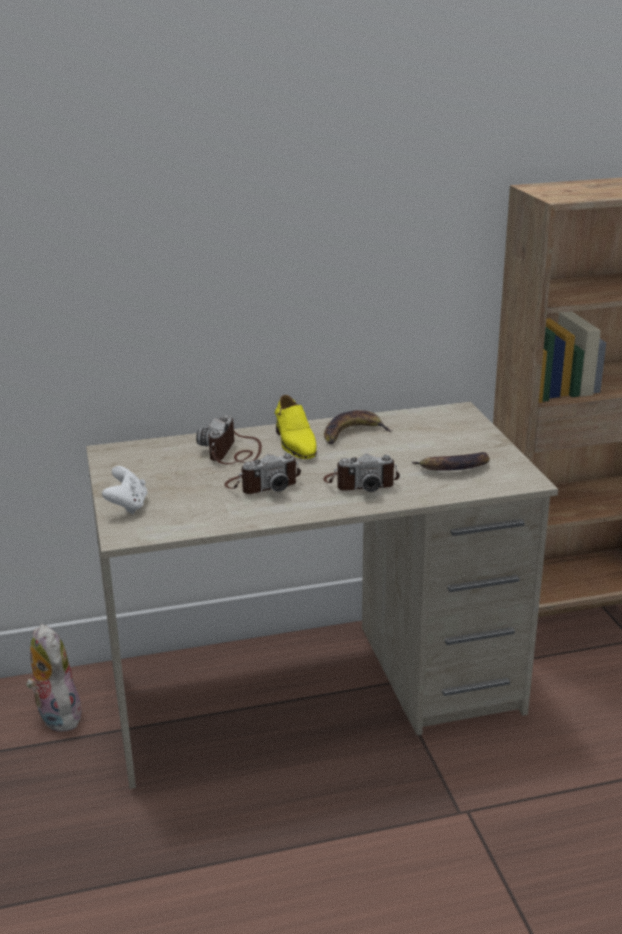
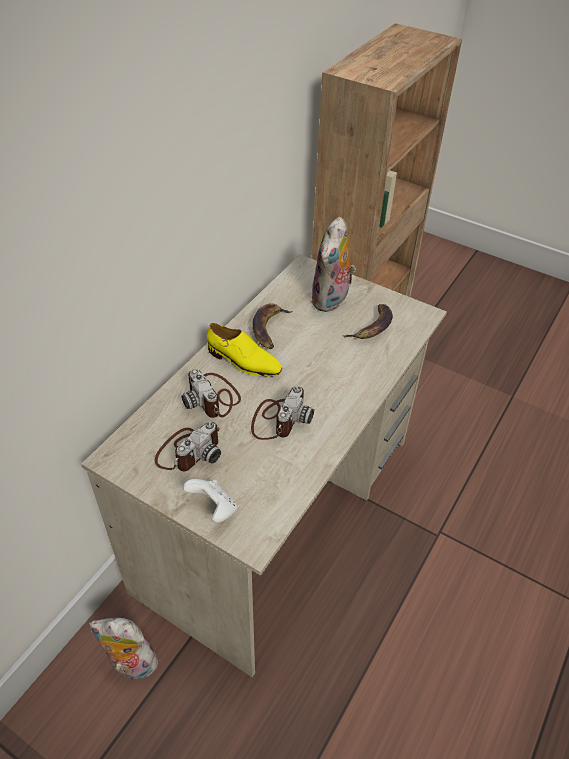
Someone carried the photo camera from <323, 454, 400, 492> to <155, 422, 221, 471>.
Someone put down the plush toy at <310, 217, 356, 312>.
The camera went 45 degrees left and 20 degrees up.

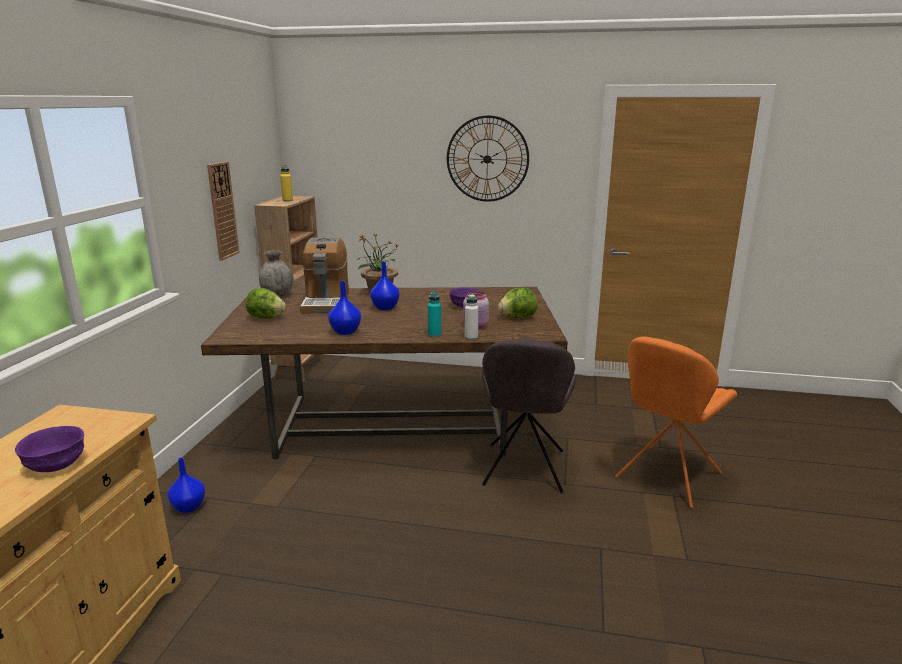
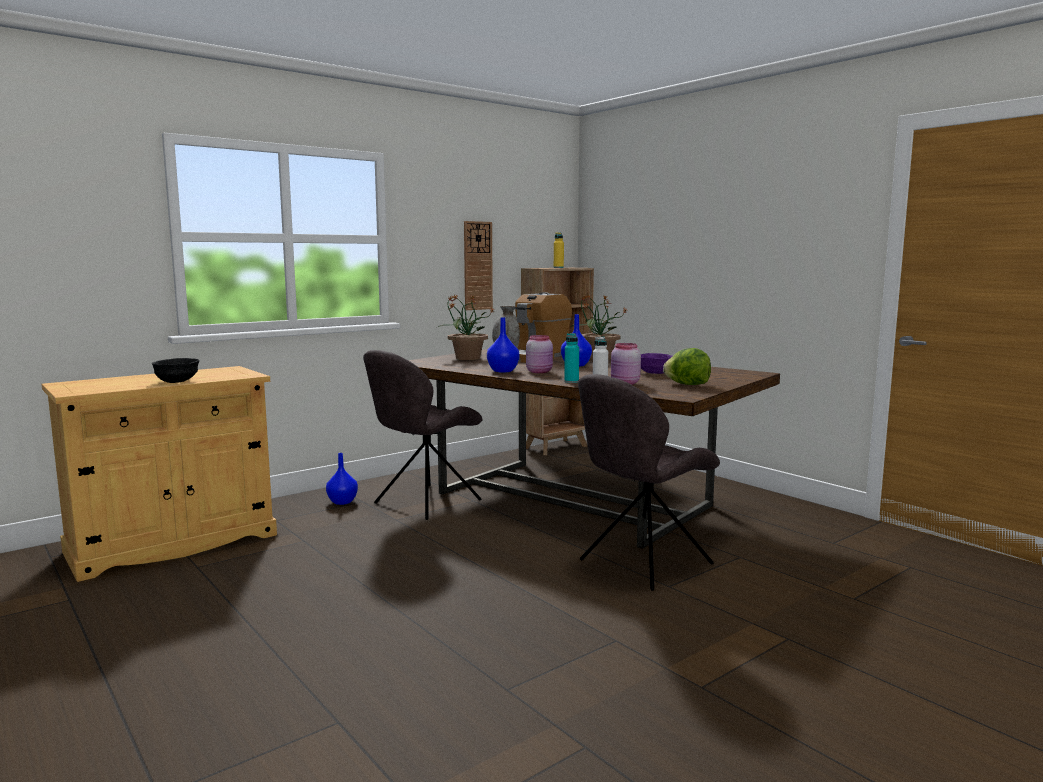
Someone repainted the purple bowl at <15, 426, 84, 472>, which became the black bowl at <152, 358, 199, 383>.
Someone put down the grey chair at <363, 350, 483, 520>.
Someone swapped the lettuce at <246, 288, 286, 318> for the potted plant at <438, 295, 494, 360>.
Someone put down the pink jar at <526, 335, 553, 373>.
Someone took away the wall clock at <447, 115, 529, 202>.
Someone took away the orange chair at <615, 337, 737, 508>.
The camera went 40 degrees right and 10 degrees down.

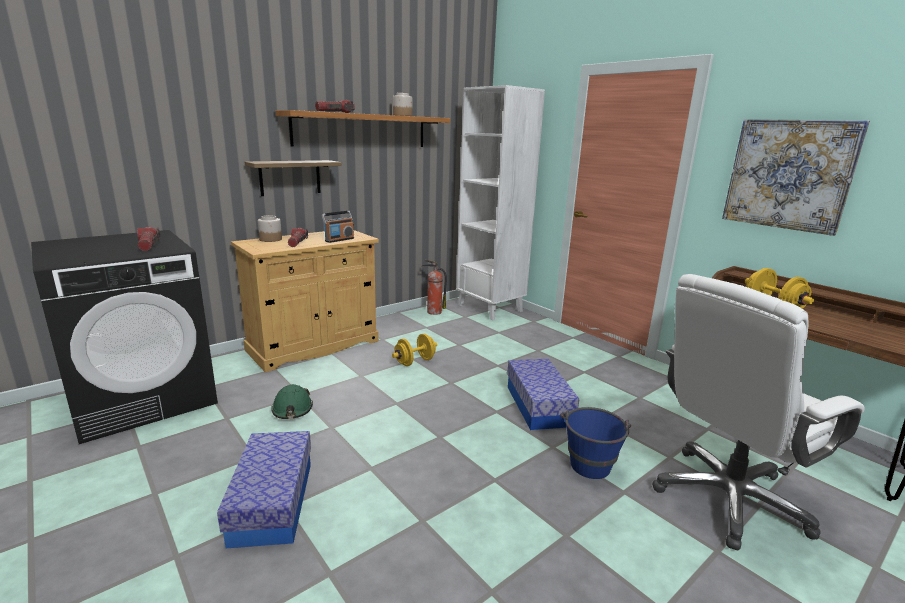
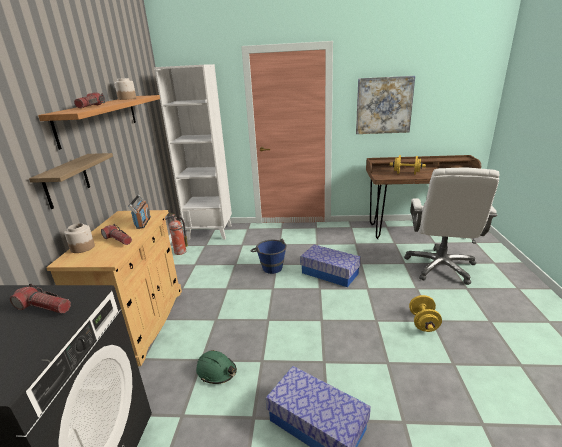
Someone carried the blue bucket from <560, 407, 631, 479> to <251, 238, 287, 274>.
Someone carried the yellow dumbbell from <392, 334, 437, 366> to <409, 295, 442, 332>.
The camera went 45 degrees left and 5 degrees up.

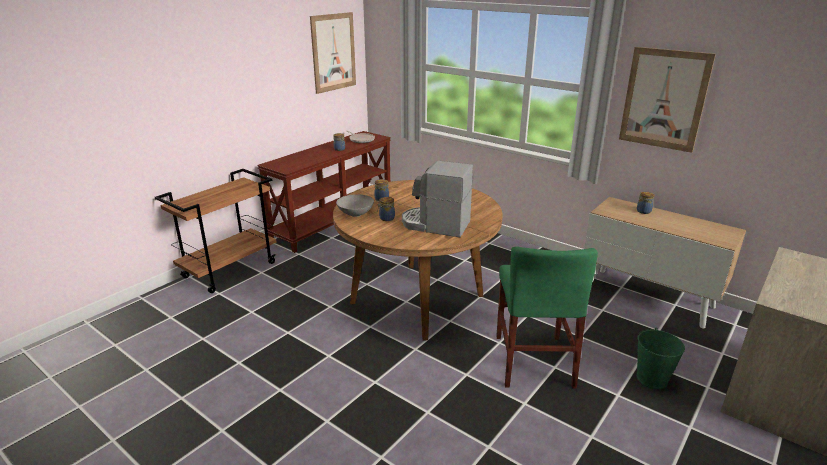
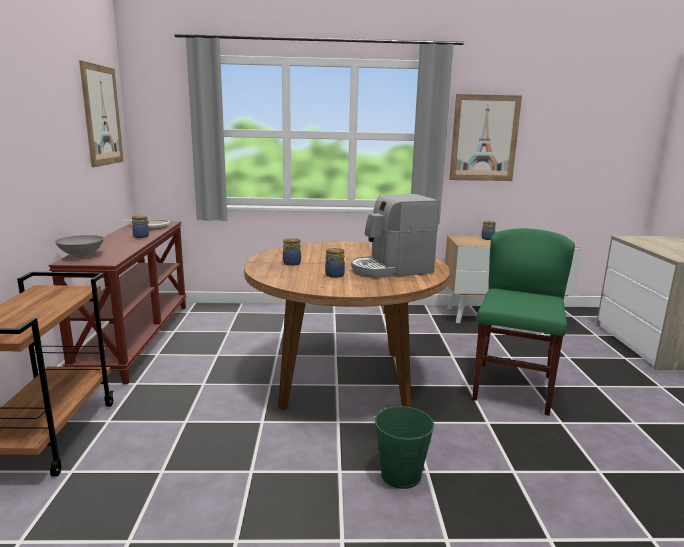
Someone carried the grey bowl from <336, 194, 374, 217> to <55, 235, 104, 257>.
Someone carried the green bucket from <637, 328, 685, 389> to <374, 405, 434, 489>.
Someone rotated the green chair at <496, 246, 598, 388> by 120 degrees counterclockwise.
The camera went 40 degrees left and 10 degrees down.

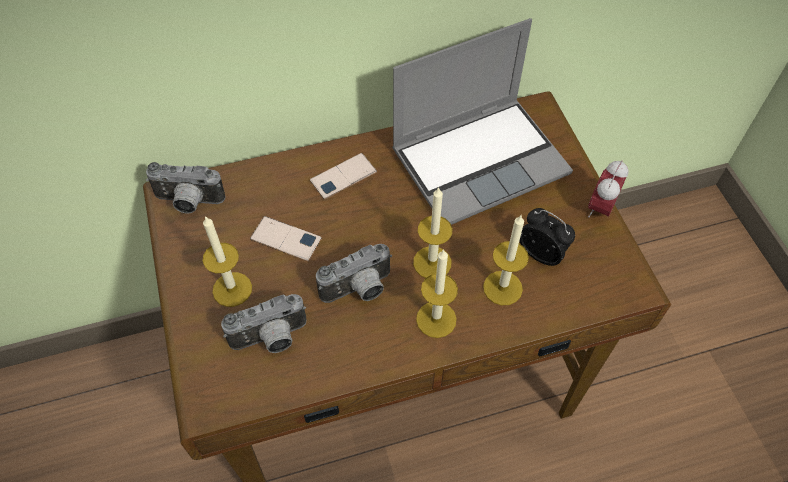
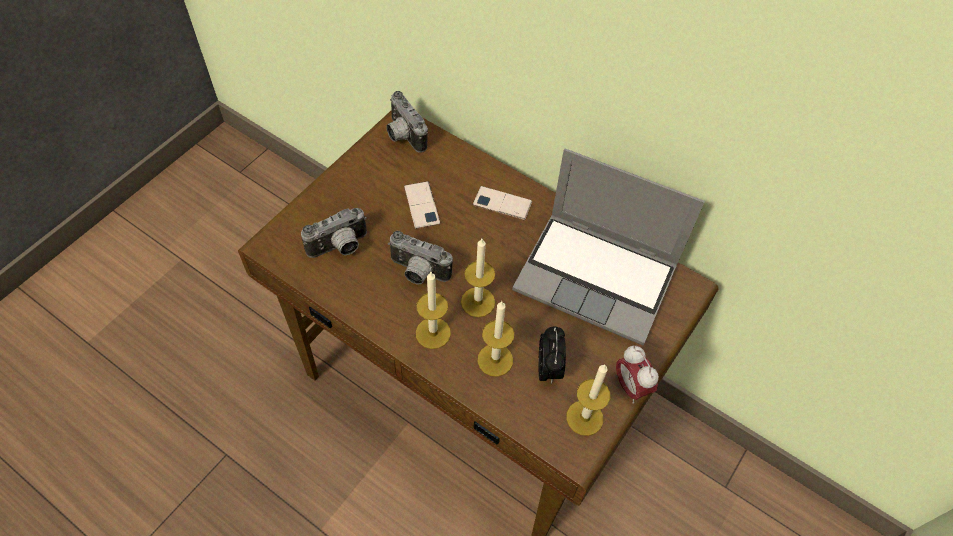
Someone rotated the photo camera at <221, 294, 306, 353> by 60 degrees counterclockwise.
Someone carried the candle from <203, 216, 252, 307> to <566, 365, 610, 436>.
Someone rotated the alarm clock at <588, 160, 629, 217> by 105 degrees counterclockwise.
The camera went 50 degrees right and 0 degrees up.

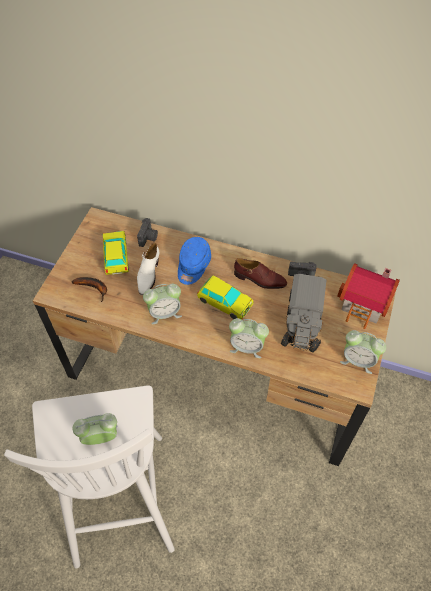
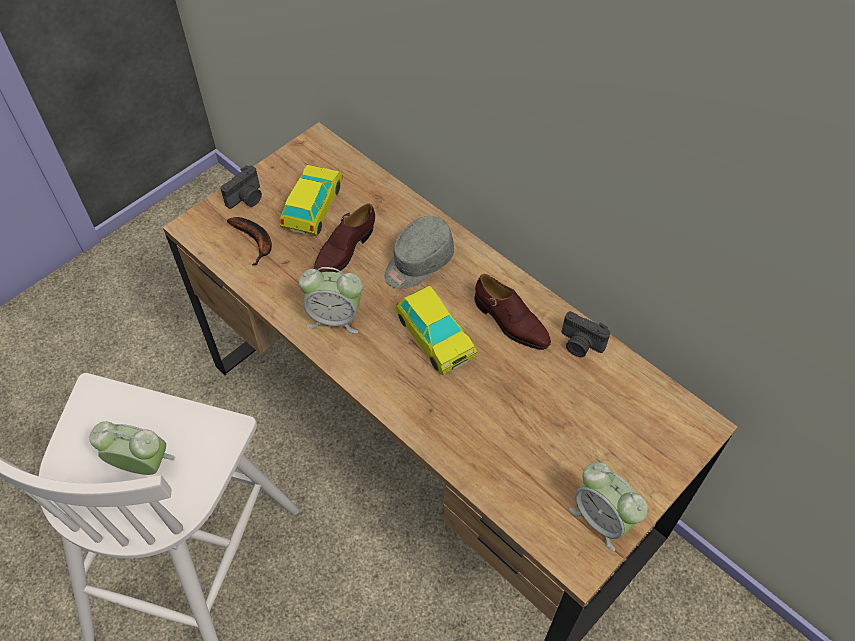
Someone carried the photo camera from <137, 218, 158, 247> to <221, 165, 262, 209>.
Someone repainted the white shoe at <137, 243, 159, 295>, which became the brown shoe at <314, 203, 375, 273>.
Someone repainted the blue cap at <178, 237, 211, 285>, which became the grey cap at <385, 216, 454, 289>.
Someone took away the alarm clock at <229, 318, 269, 358>.
Someone took away the toy truck at <281, 274, 326, 353>.
Someone took away the toy house at <337, 263, 400, 329>.
The camera went 25 degrees right and 0 degrees up.

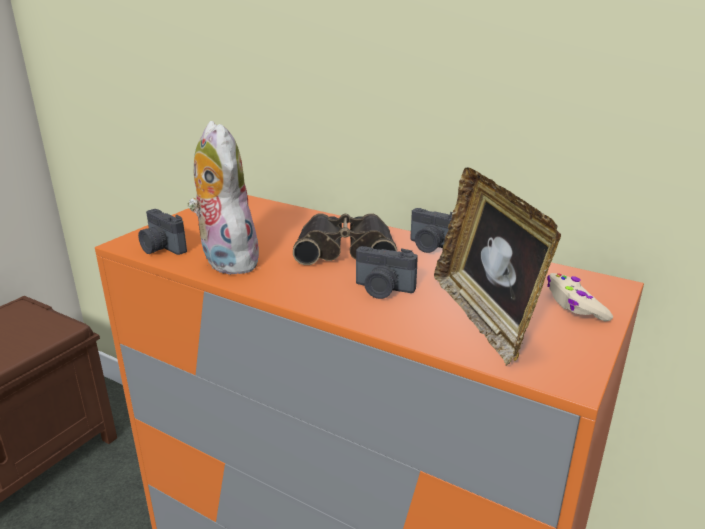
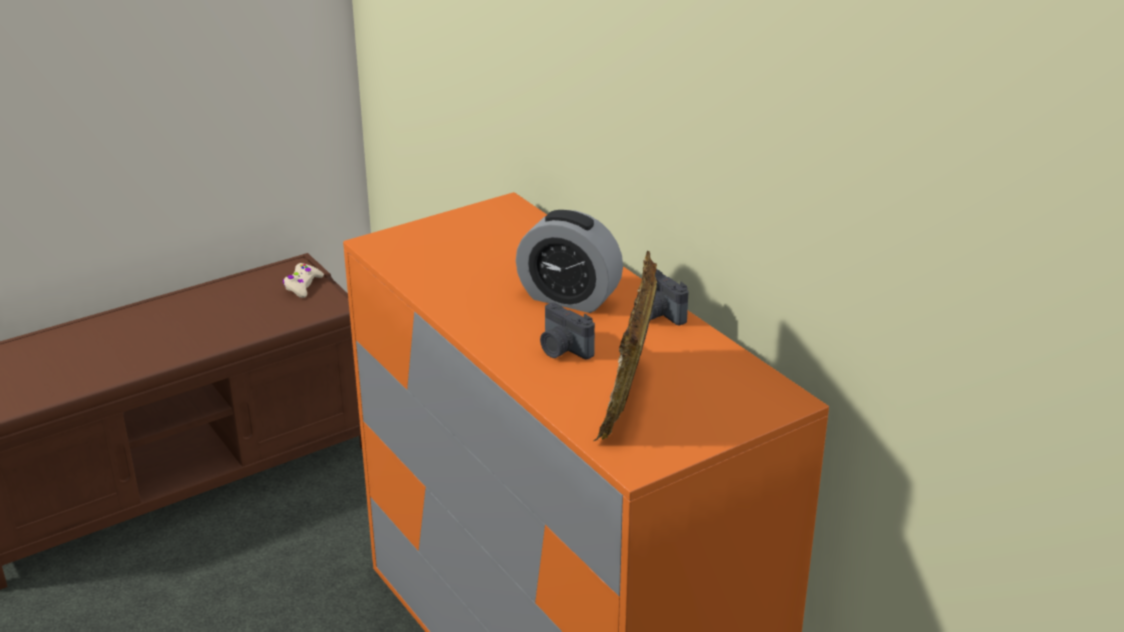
Someone carried the beige game controller from <547, 273, 613, 321> to <283, 263, 324, 298>.
Someone swapped the binoculars at <293, 213, 397, 265> for the alarm clock at <516, 210, 623, 313>.
Someone took away the photo camera at <138, 209, 187, 255>.
Someone took away the plush toy at <187, 121, 261, 275>.
The camera went 25 degrees right and 5 degrees up.

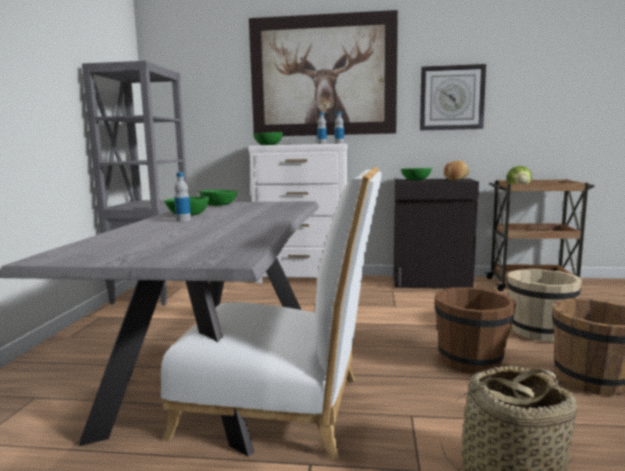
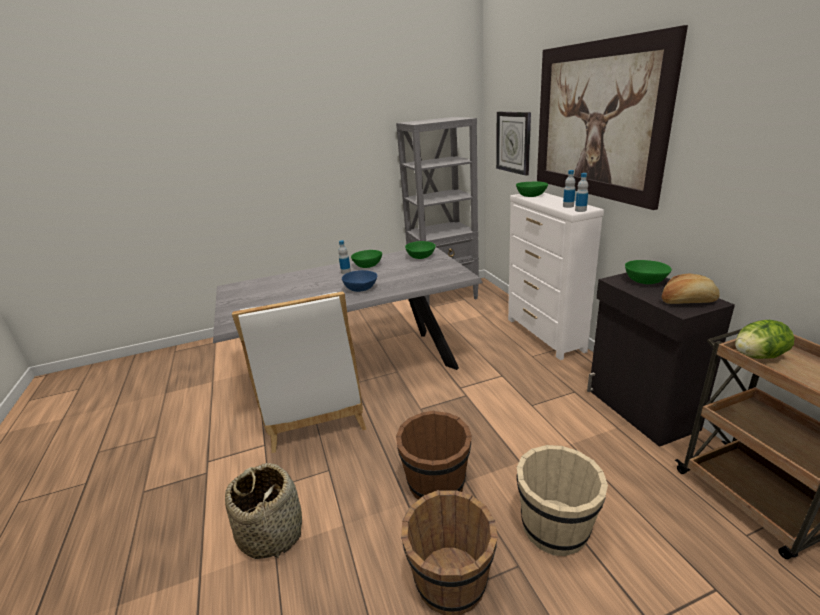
Someone put down the blue bowl at <342, 270, 377, 292>.
Someone carried the wall clock from <420, 64, 486, 130> to <496, 112, 531, 176>.
The camera went 65 degrees right and 15 degrees up.

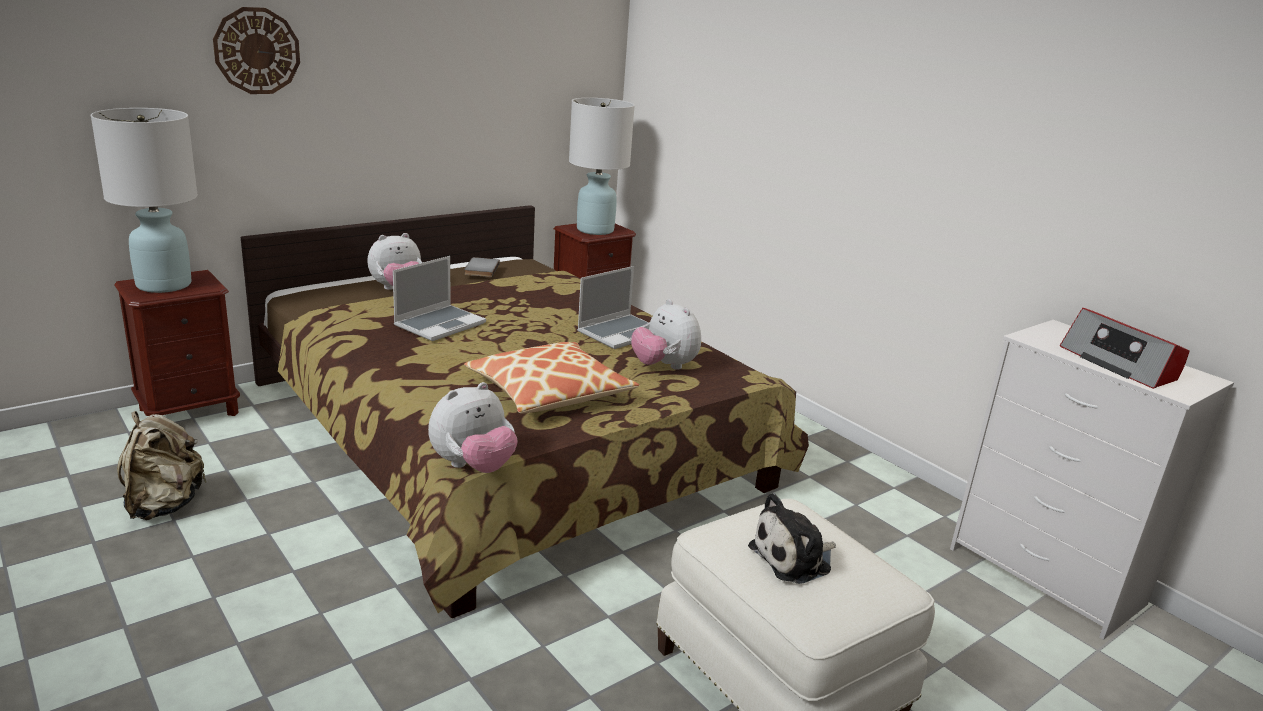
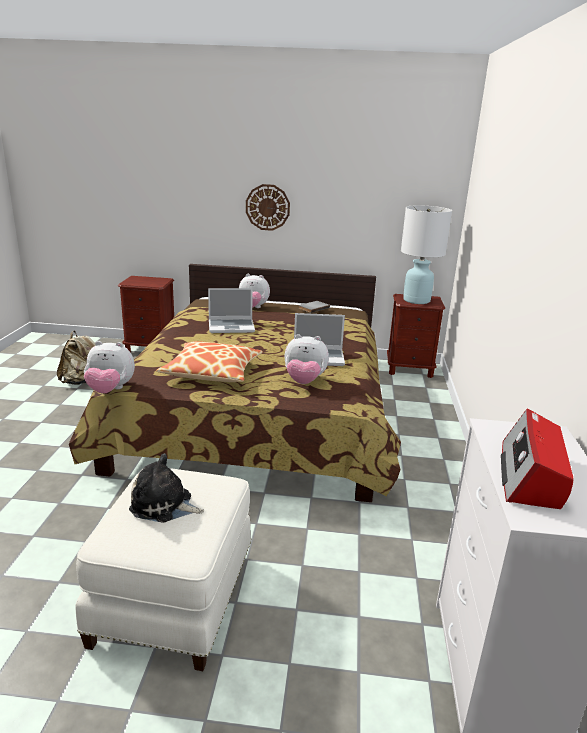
Someone carried the wall clock from <213, 7, 300, 94> to <246, 184, 290, 231>.
Someone rotated the plush toy at <631, 299, 701, 370> by 90 degrees counterclockwise.
Someone took away the white table lamp at <91, 108, 198, 293>.
The camera went 45 degrees right and 0 degrees up.

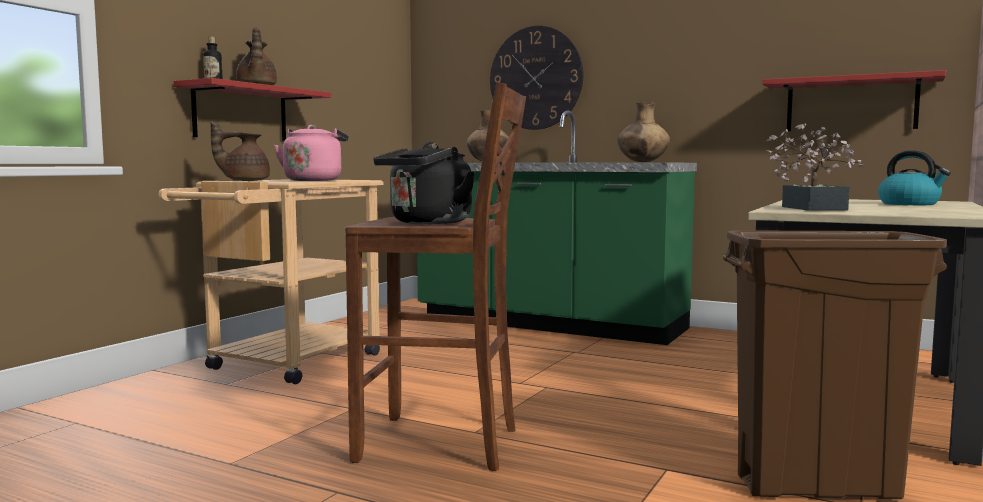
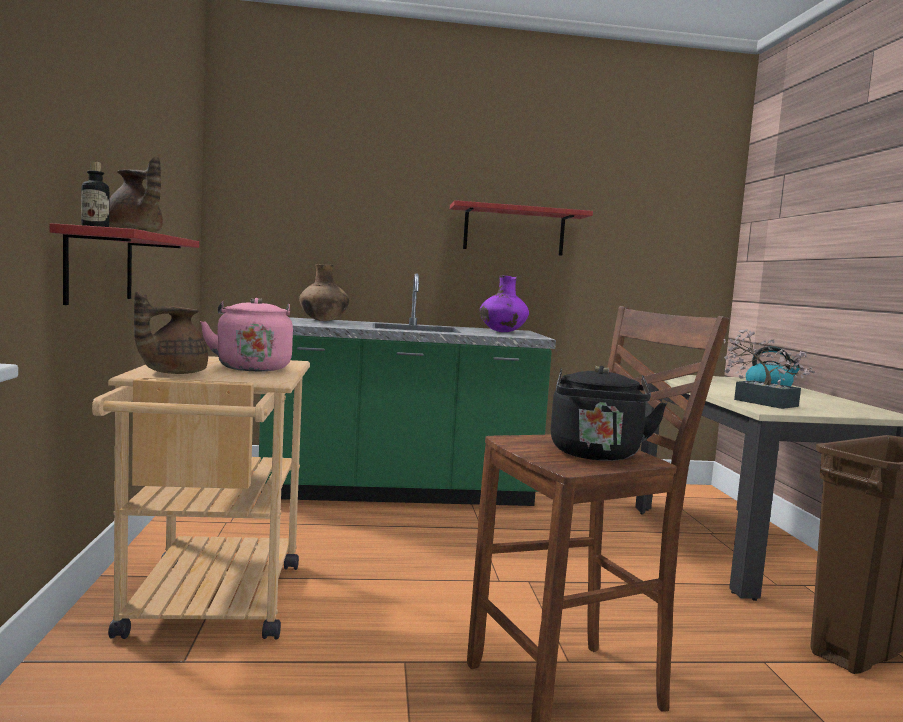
Someone carried the red shelf from <762, 70, 946, 131> to <450, 200, 593, 256>.
Someone repainted the brown vase at <617, 102, 670, 162>, which became the purple vase at <480, 275, 529, 332>.
Someone took away the wall clock at <490, 26, 584, 130>.
The camera went 35 degrees left and 0 degrees up.

